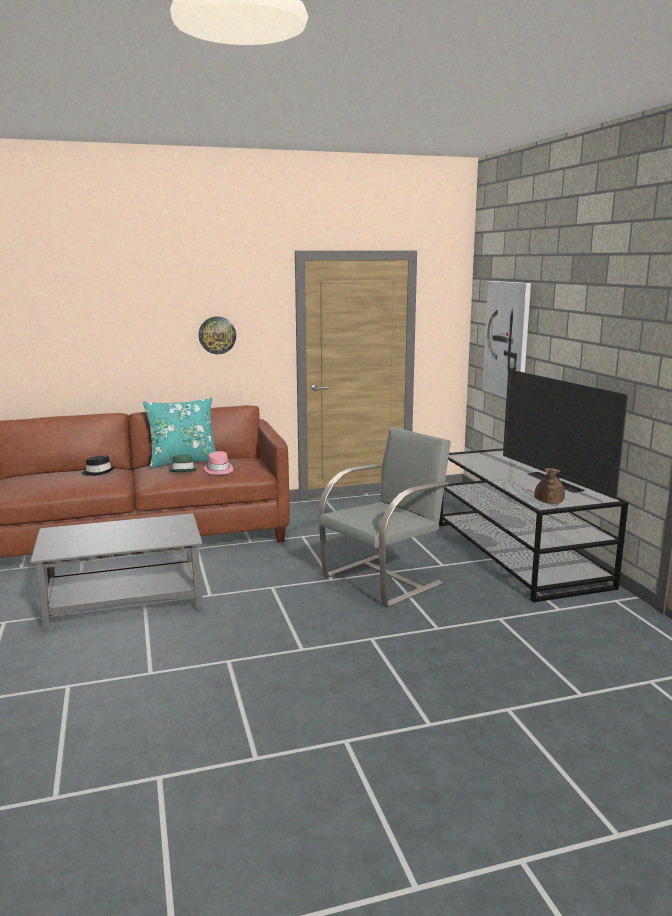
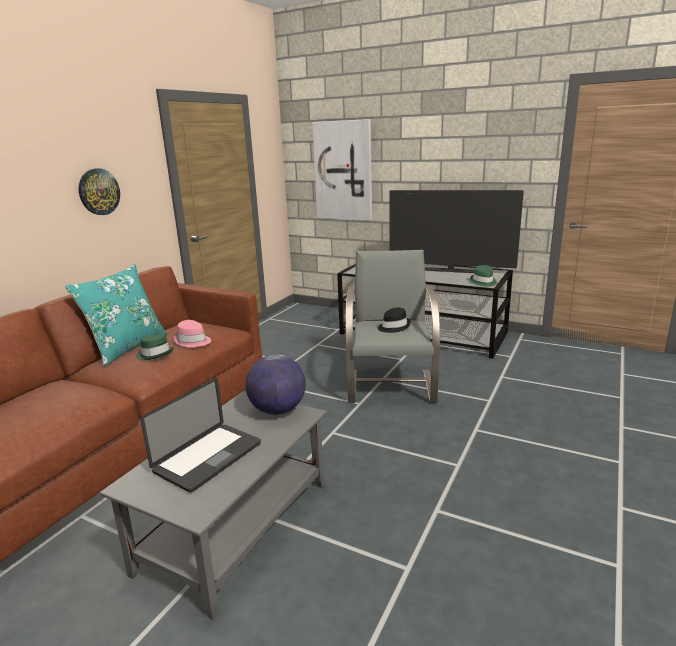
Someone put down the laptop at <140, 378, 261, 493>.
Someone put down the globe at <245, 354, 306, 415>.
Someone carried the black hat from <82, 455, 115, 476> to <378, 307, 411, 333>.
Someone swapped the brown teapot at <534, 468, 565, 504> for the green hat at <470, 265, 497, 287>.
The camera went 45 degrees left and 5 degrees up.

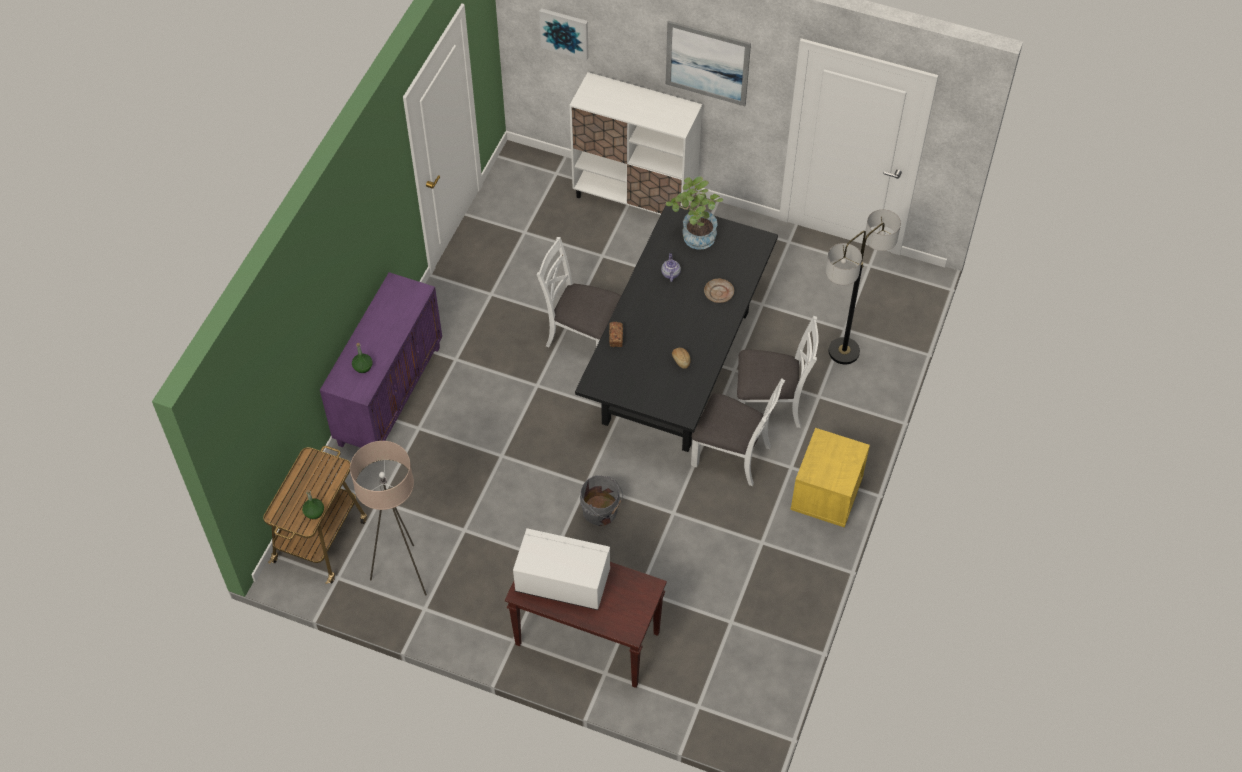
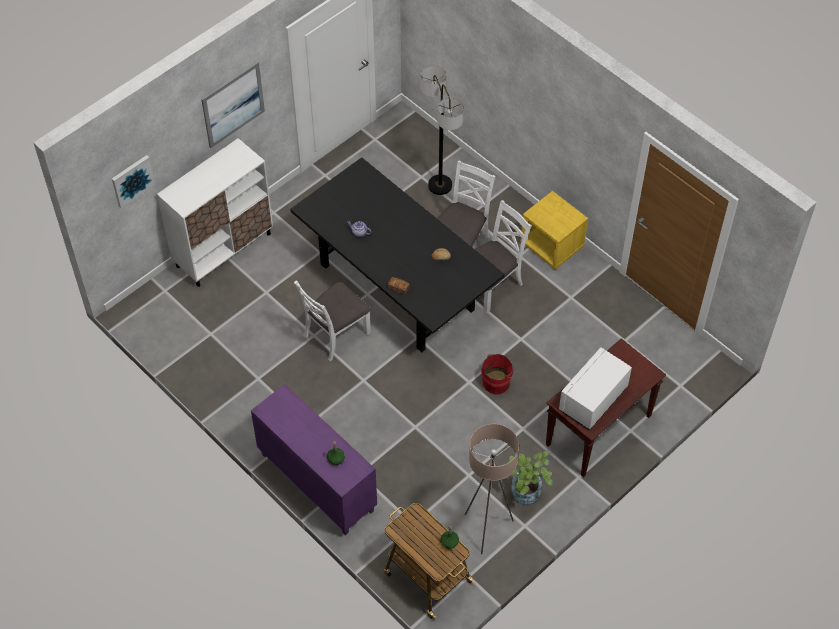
Someone repainted the grey bucket at <580, 476, 623, 526>, which became the red bucket at <481, 354, 516, 395>.
Someone carried the potted plant from <666, 176, 723, 250> to <508, 451, 553, 504>.
Someone took away the beige plate at <704, 279, 734, 303>.
The camera went 65 degrees left and 0 degrees up.

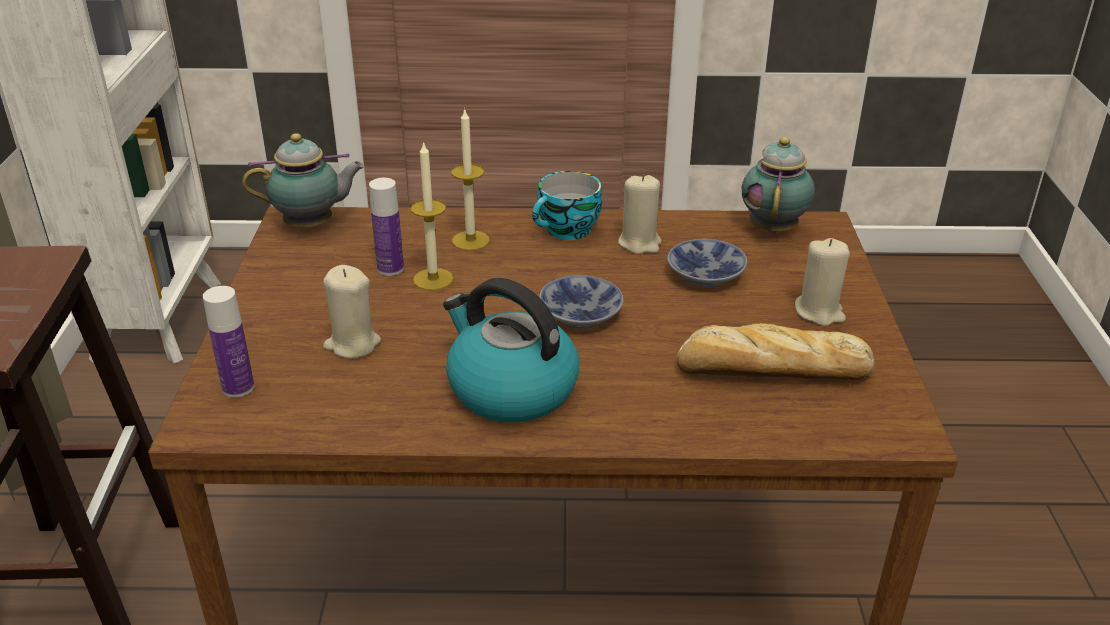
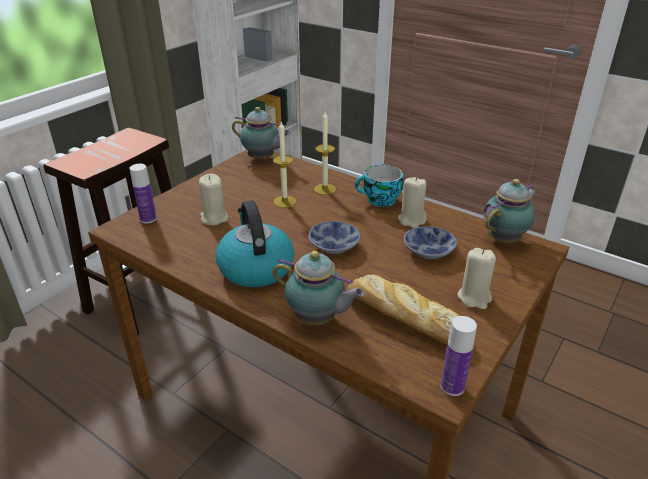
Someone put down the teapot at <273, 251, 364, 325>.
Someone carried the bottle from <369, 178, 404, 276> to <441, 316, 477, 396>.
The camera went 35 degrees right and 0 degrees up.

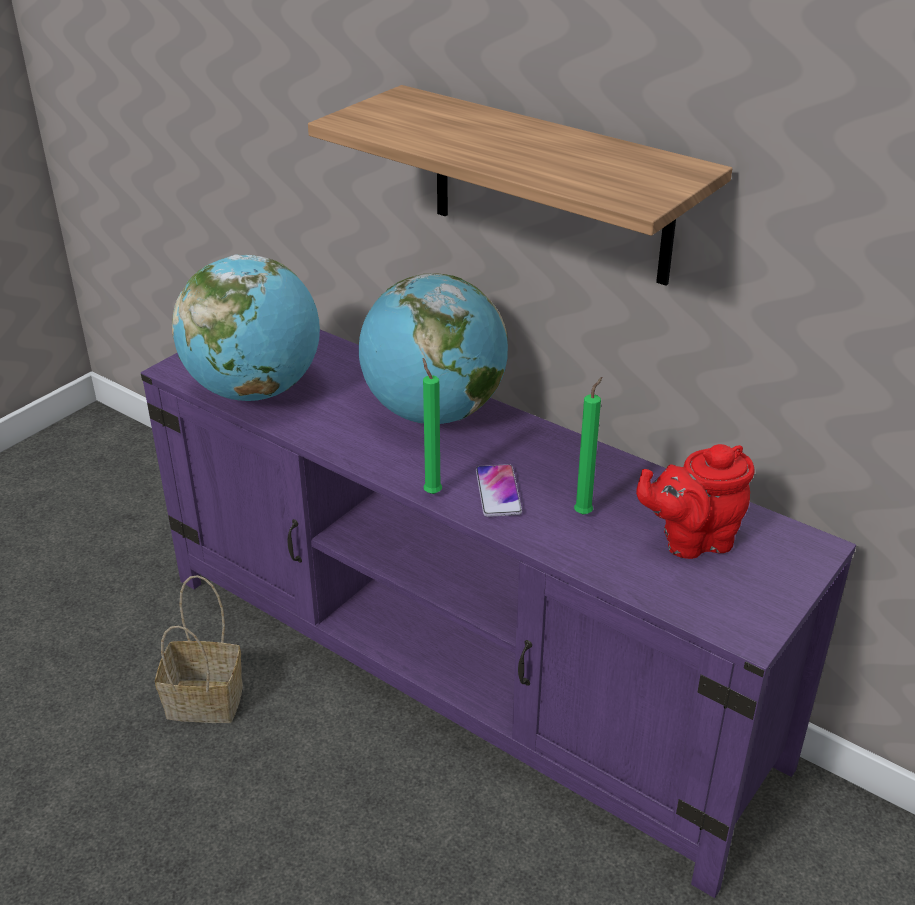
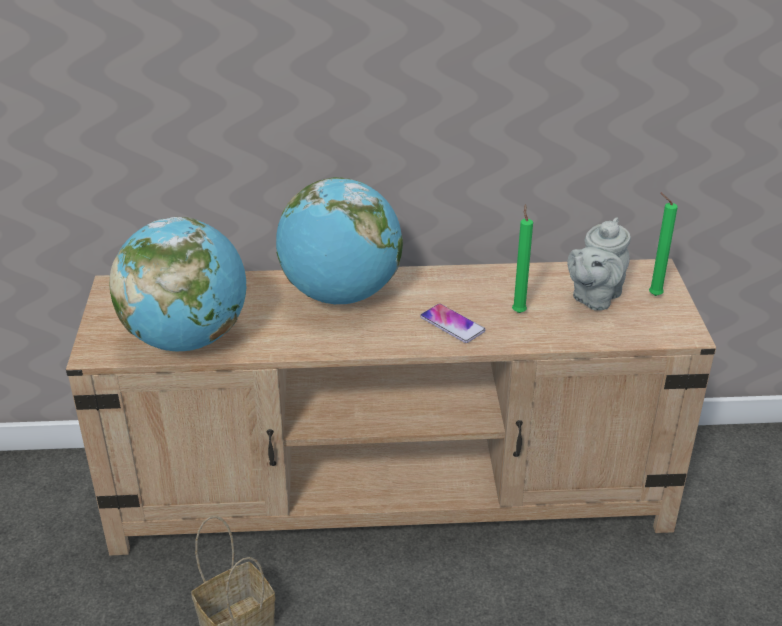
Someone repainted the purple tv stand at <141, 330, 856, 898>, which became the beige tv stand at <66, 259, 716, 556>.
Someone repainted the red teapot at <636, 444, 754, 559>, which became the grey teapot at <567, 217, 631, 311>.
Someone carried the green candle from <423, 358, 442, 494> to <649, 193, 678, 296>.
Someone took away the shelf at <308, 85, 732, 286>.
The camera went 40 degrees left and 0 degrees up.

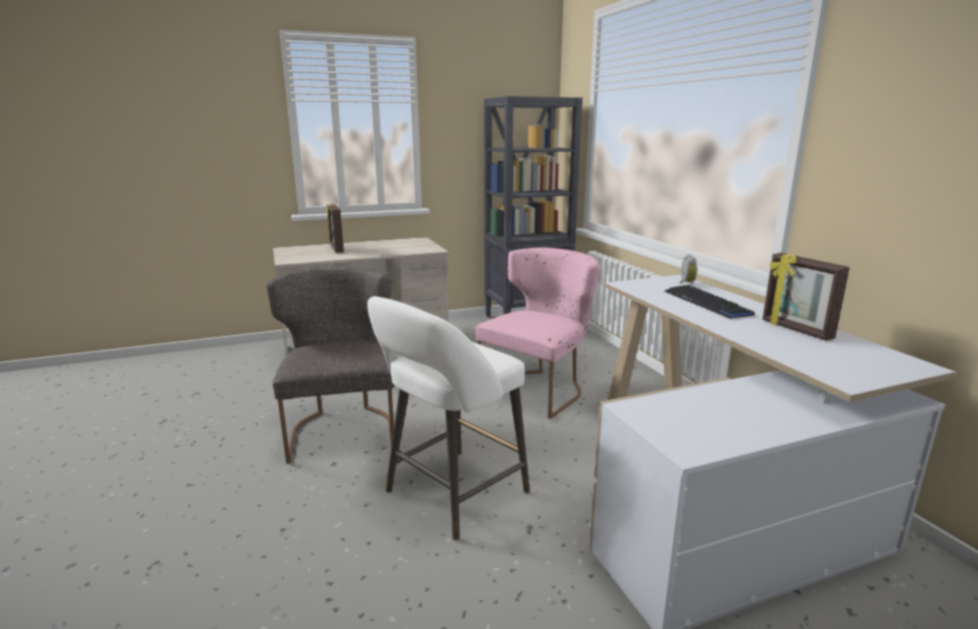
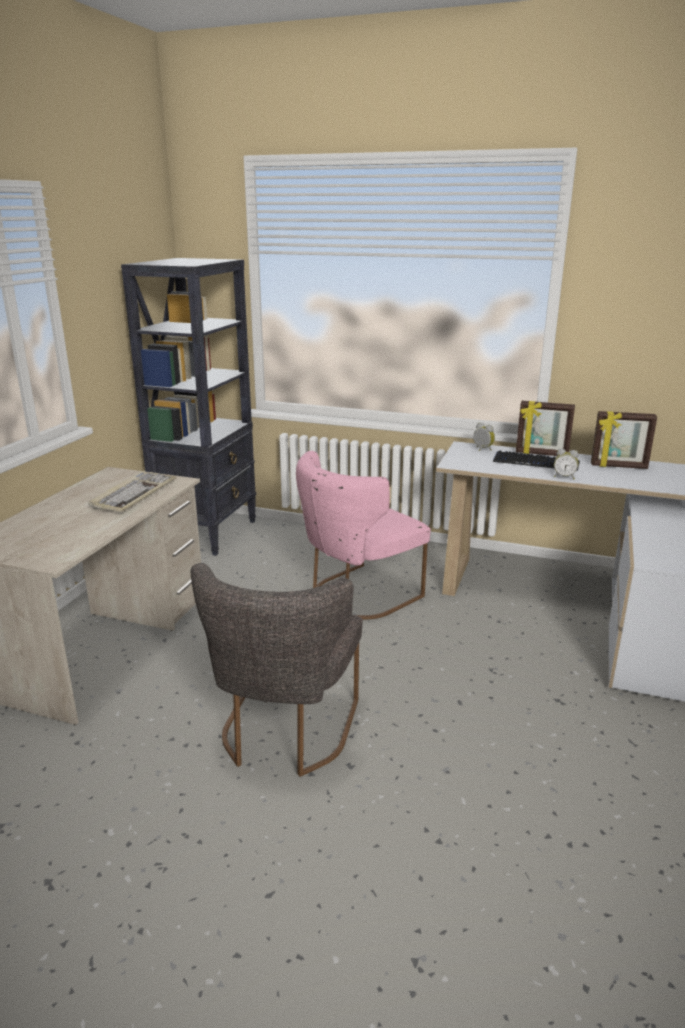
Someone put down the keyboard at <89, 471, 176, 512>.
Someone rotated the grey chair at <267, 267, 395, 464> by 105 degrees counterclockwise.
Someone rotated the pink chair at <475, 247, 600, 419> by 120 degrees counterclockwise.
Someone carried the picture frame from <326, 204, 344, 253> to <516, 401, 575, 456>.
Someone put down the alarm clock at <554, 449, 579, 480>.
Someone took away the white stool at <367, 296, 530, 541>.
The camera went 50 degrees left and 5 degrees up.

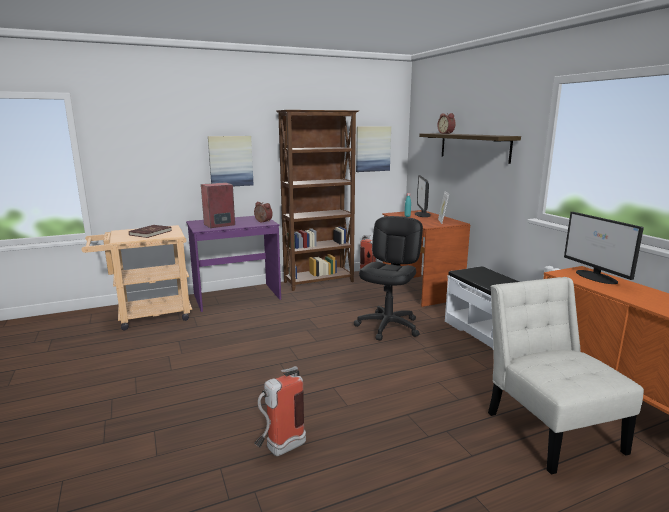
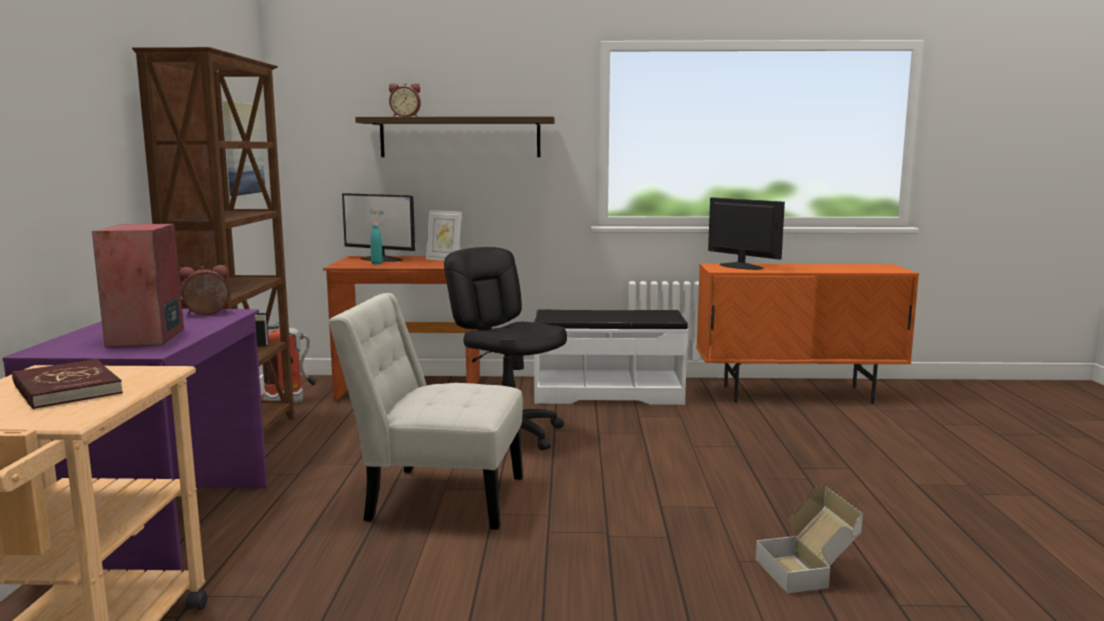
Someone carried the white chair from <488, 277, 644, 475> to <329, 293, 523, 530>.
Someone rotated the monitor at <564, 212, 644, 284> by 135 degrees counterclockwise.
Someone swapped the fire extinguisher at <254, 366, 306, 456> for the cardboard box at <755, 486, 863, 593>.
Someone took away the picture at <208, 136, 254, 186>.
The camera went 65 degrees left and 5 degrees down.

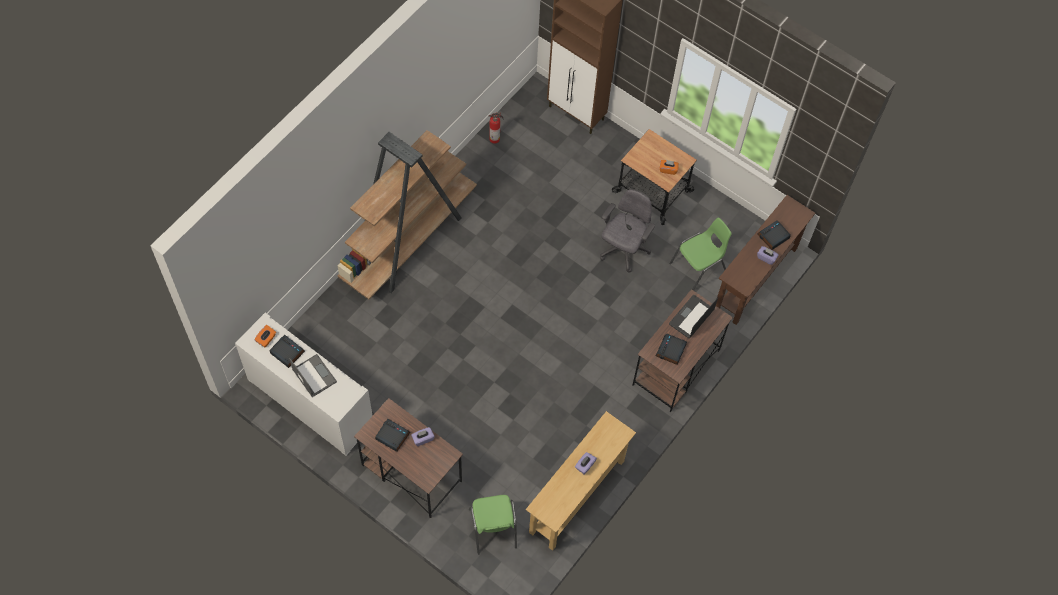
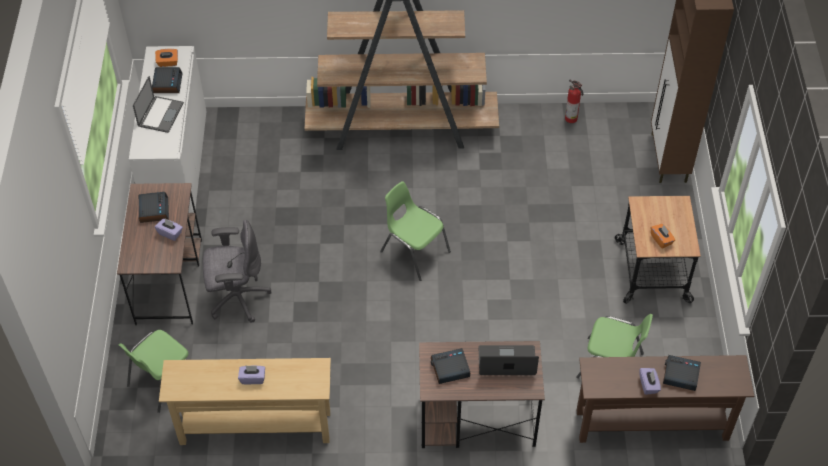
Someone carried the grey office chair from <600, 189, 655, 272> to <203, 220, 271, 323>.
Someone put down the green chair at <380, 181, 451, 281>.
The camera went 55 degrees right and 10 degrees down.

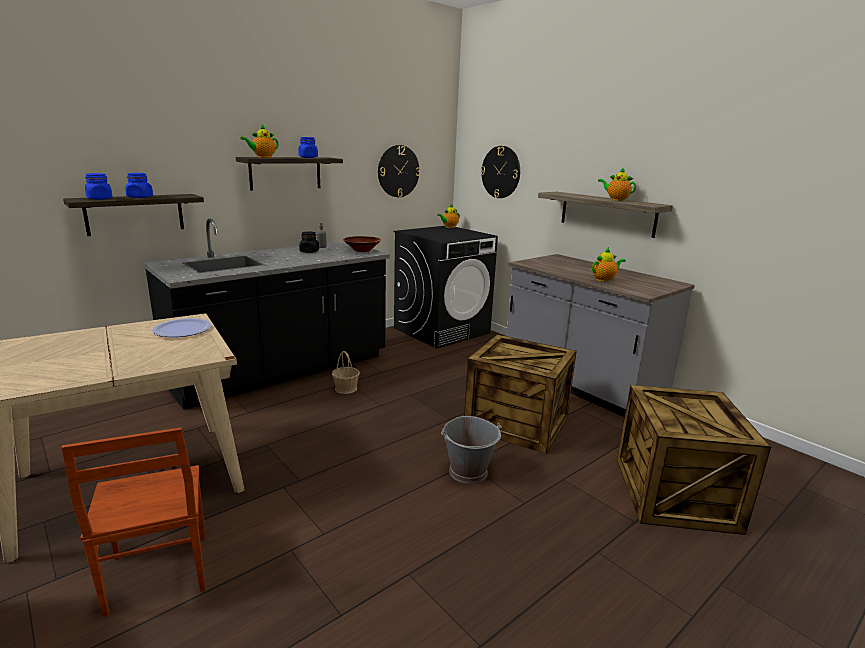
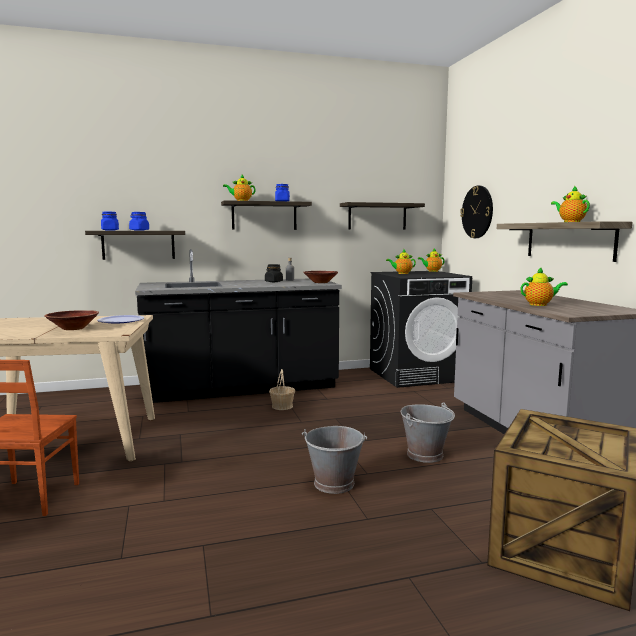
Someone put down the brown bowl at <44, 310, 99, 330>.
Someone swapped the wall clock at <378, 145, 420, 197> for the shelf at <340, 202, 425, 229>.
Someone put down the teapot at <386, 249, 416, 274>.
Someone swapped the crate at <464, 334, 577, 454> for the grey bucket at <401, 402, 455, 463>.
The camera went 25 degrees right and 10 degrees down.

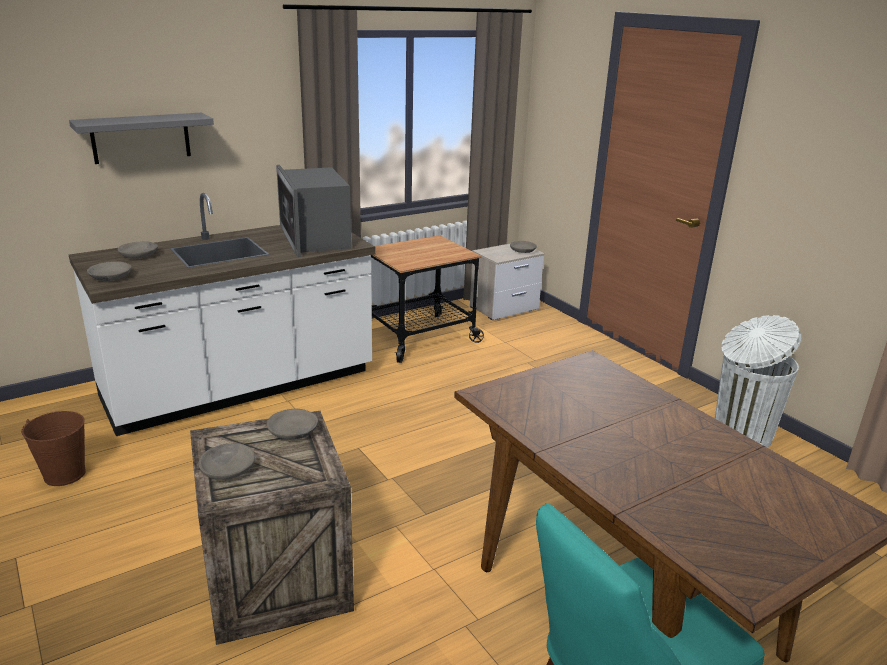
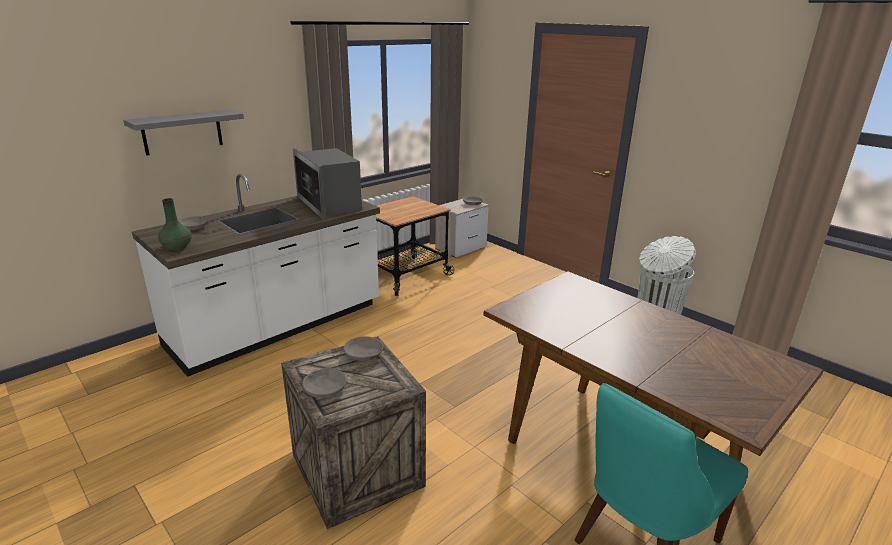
Someone swapped the grey bowl at <87, 261, 131, 281> for the green vase at <158, 198, 192, 250>.
Someone took away the brown bucket at <21, 411, 86, 486>.
The camera went 10 degrees left and 0 degrees up.

